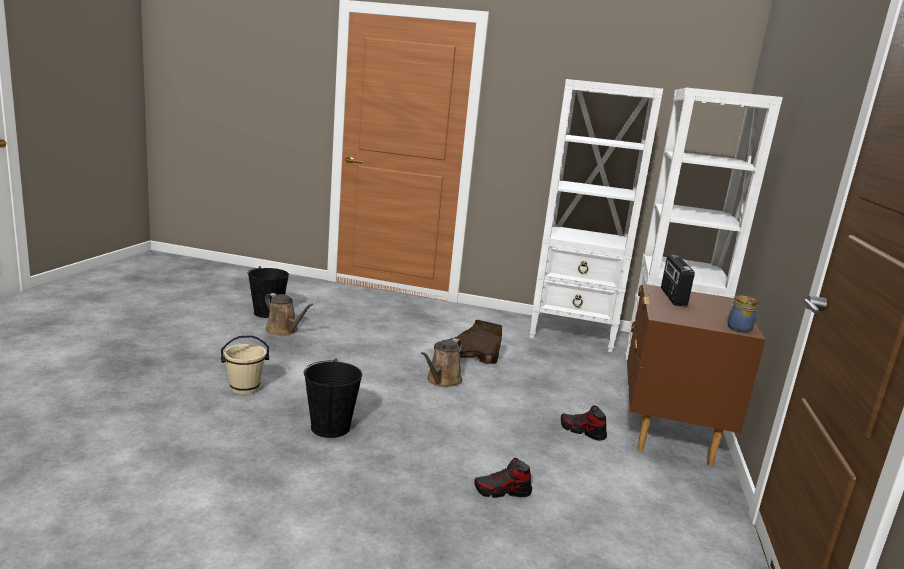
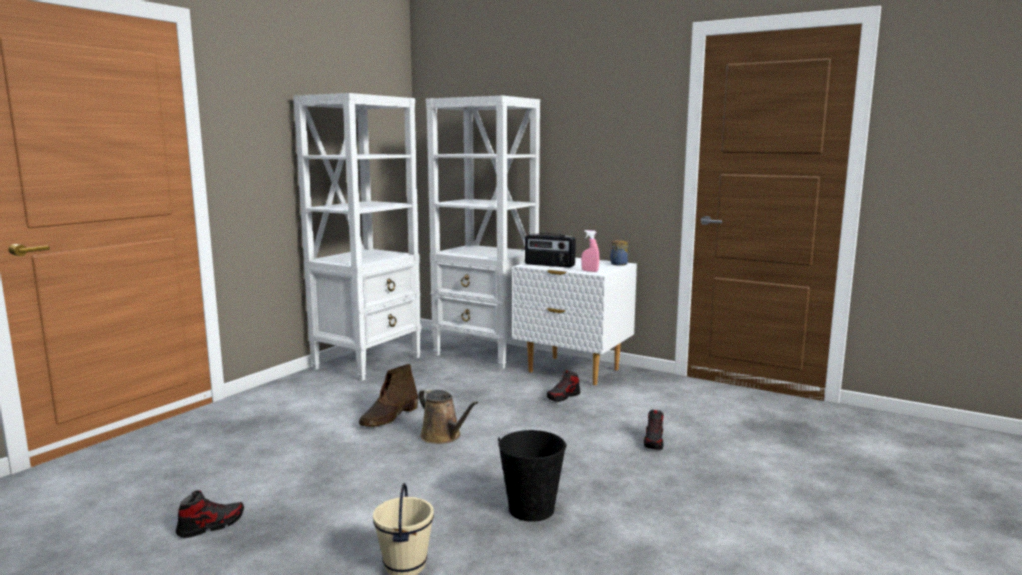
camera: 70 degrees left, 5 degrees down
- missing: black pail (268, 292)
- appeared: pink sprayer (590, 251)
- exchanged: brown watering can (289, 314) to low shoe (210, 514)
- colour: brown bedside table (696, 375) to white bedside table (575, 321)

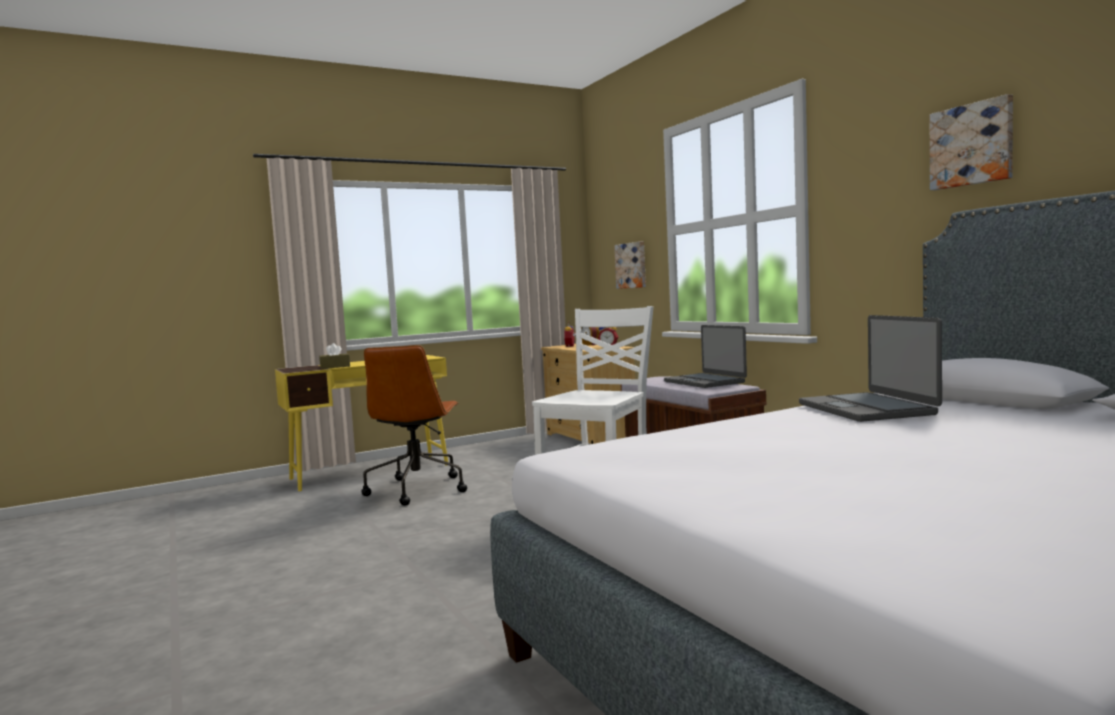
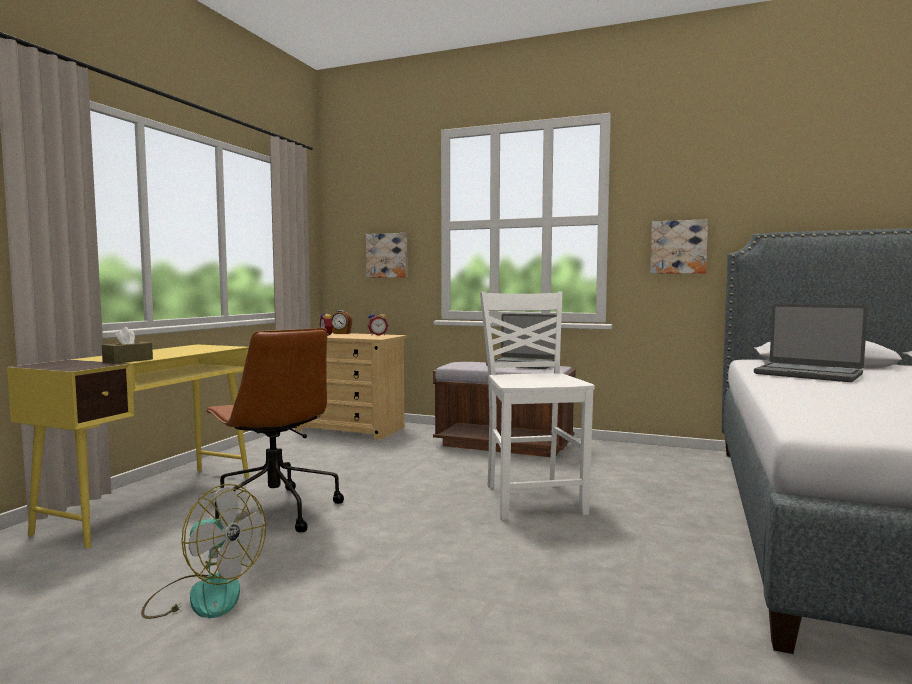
camera: 40 degrees left, 0 degrees up
- appeared: cooling fan (203, 551)
- relocated: wall art (971, 142) to (679, 246)

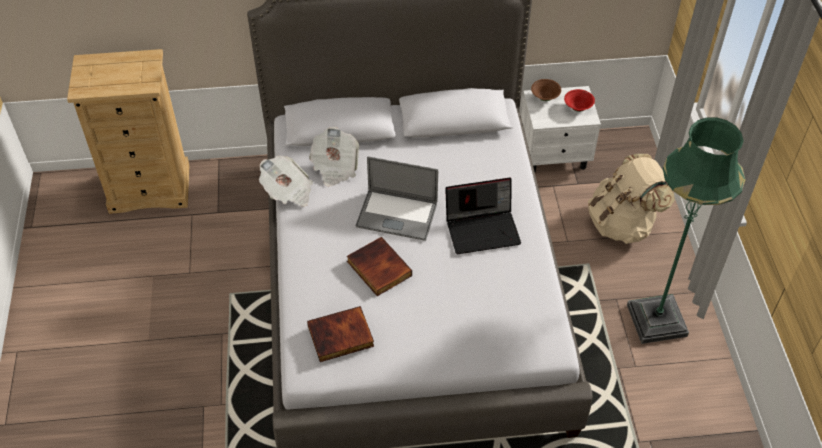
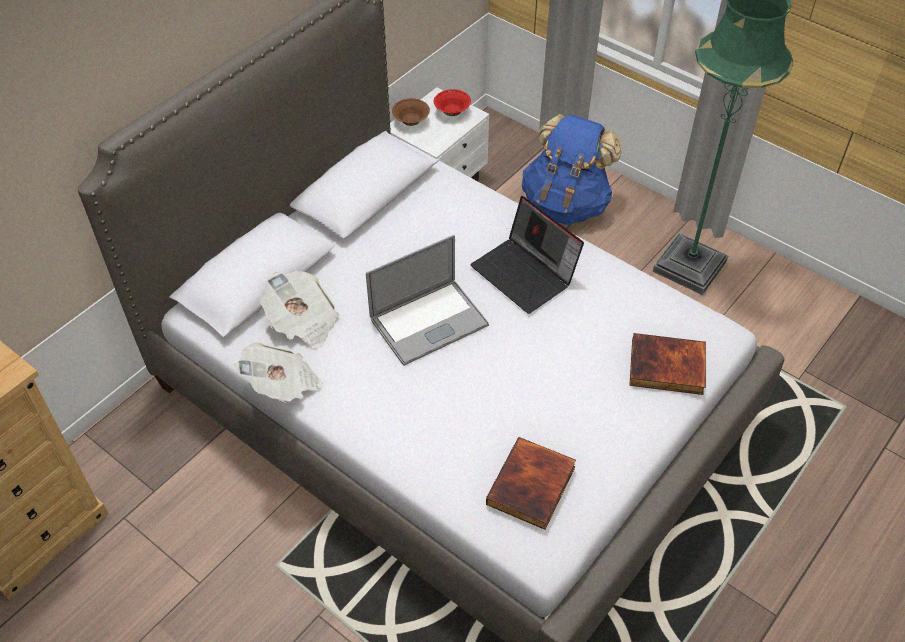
camera: 45 degrees left, 0 degrees up
- relocated: bound book (379, 266) to (667, 364)
- colour: beige rucksack (631, 199) to blue rucksack (572, 169)
- spun: portable computer (483, 216) = (527, 255) 105 degrees clockwise

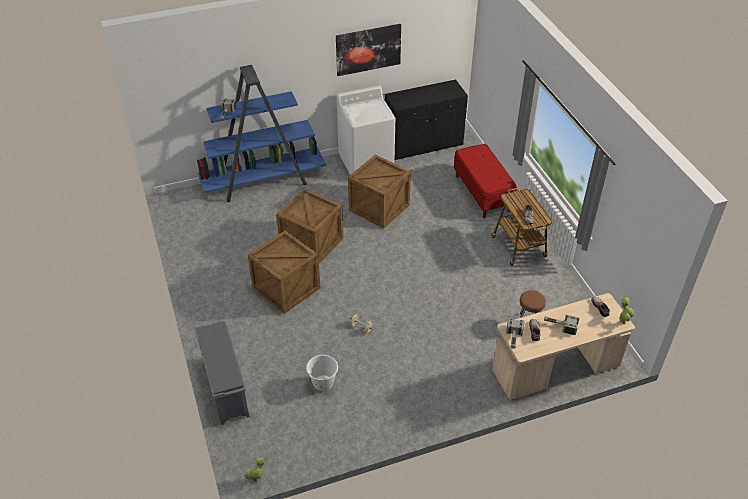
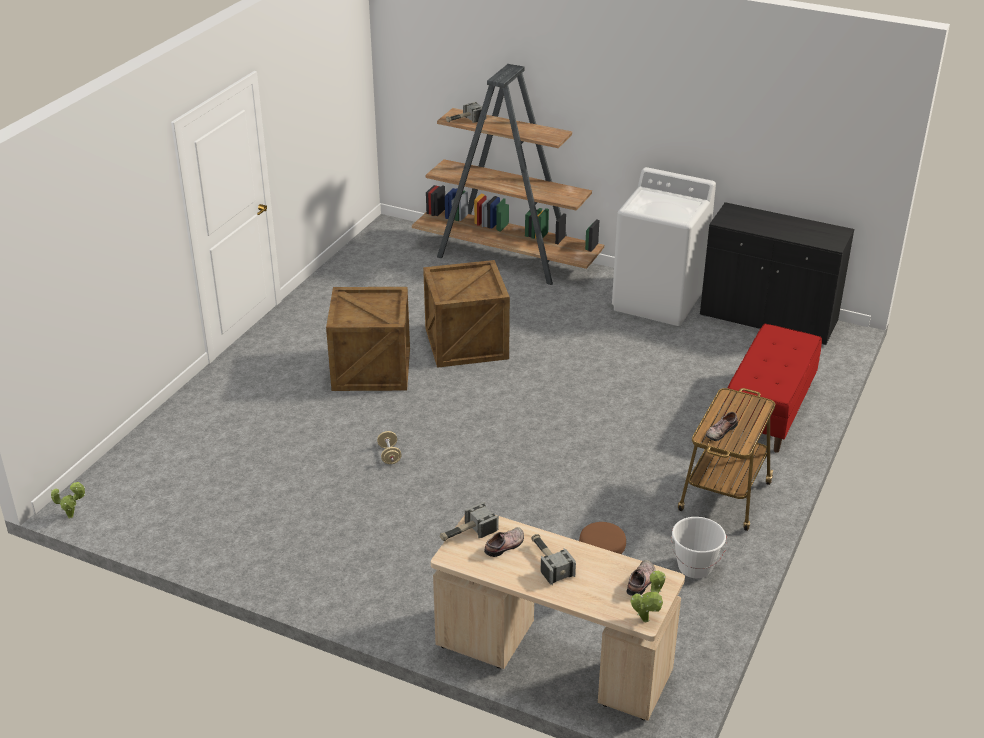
camera: 45 degrees right, 10 degrees down
- missing: grey shoe shelf (222, 373)
- missing: wall art (368, 50)
- missing: shipping crate (379, 192)
- relocated: white pail (322, 373) to (699, 547)
- colour: blue shelving unit (261, 134) to brown shelving unit (508, 174)

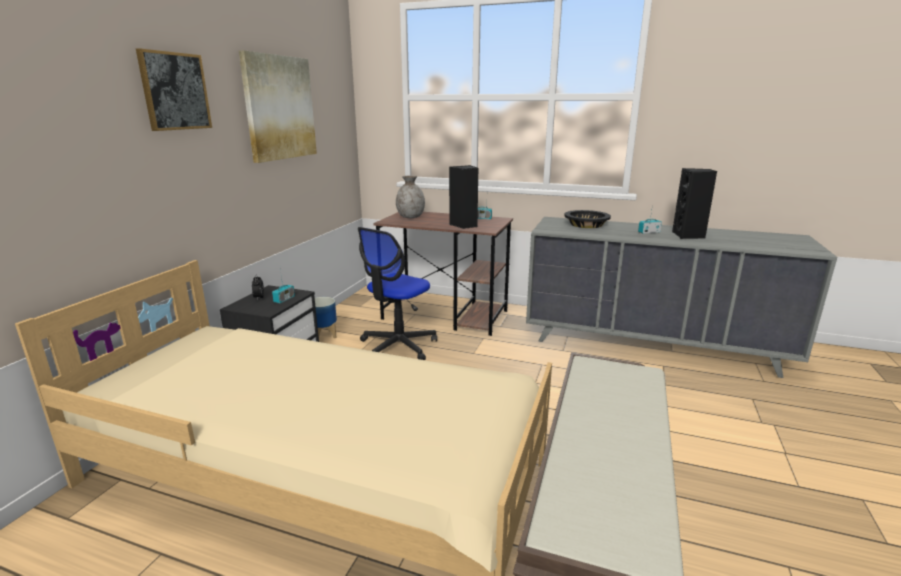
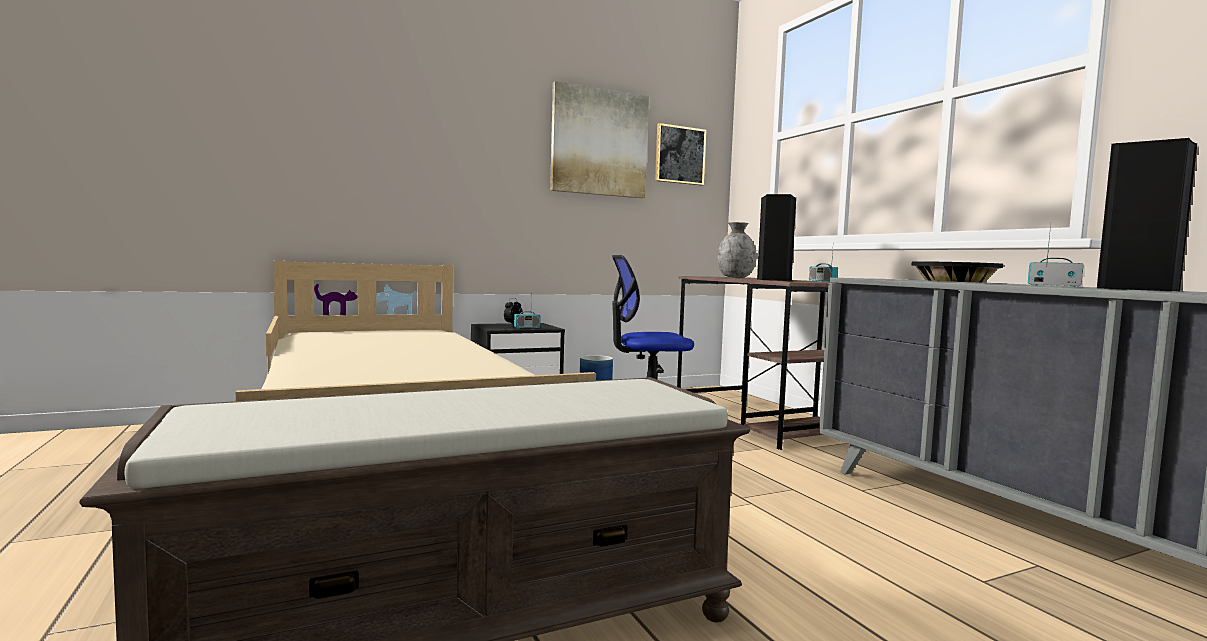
camera: 45 degrees right, 15 degrees down
- relocated: wall art (174, 89) to (680, 154)

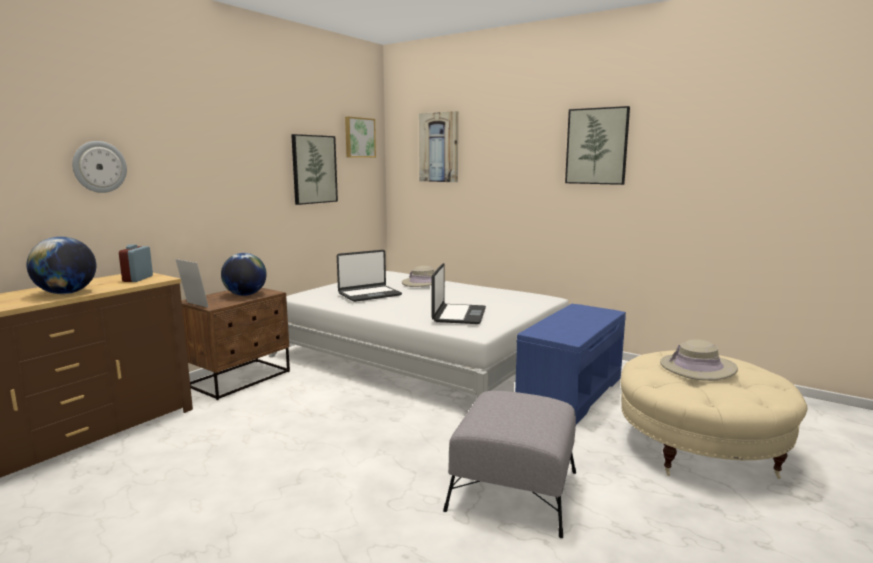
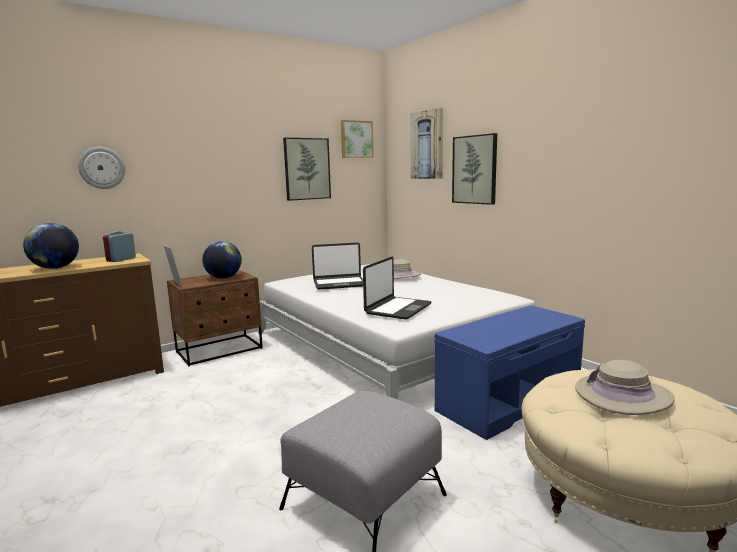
camera: 20 degrees right, 0 degrees up
- relocated: wall art (597, 145) to (474, 169)

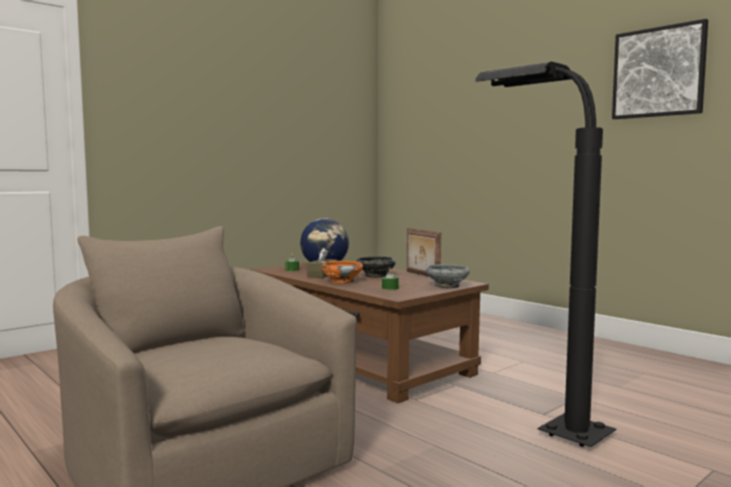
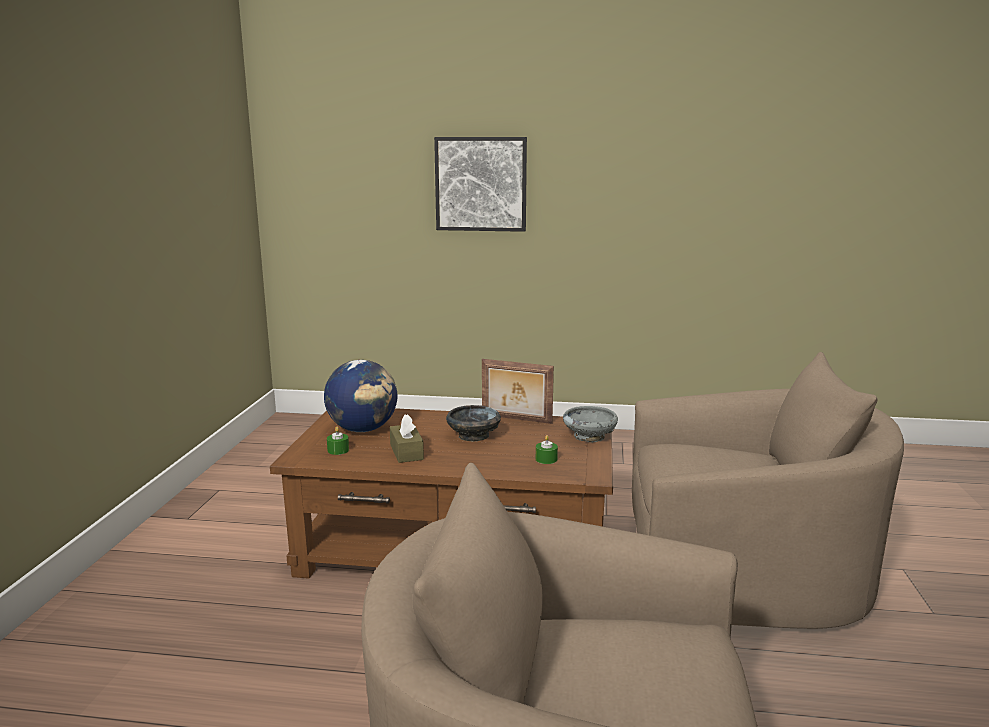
camera: 40 degrees left, 10 degrees up
- missing: orange bowl (342, 272)
- relocated: wall art (660, 69) to (480, 184)
- exchanged: black standing lamp (546, 254) to beige easy chair (768, 490)

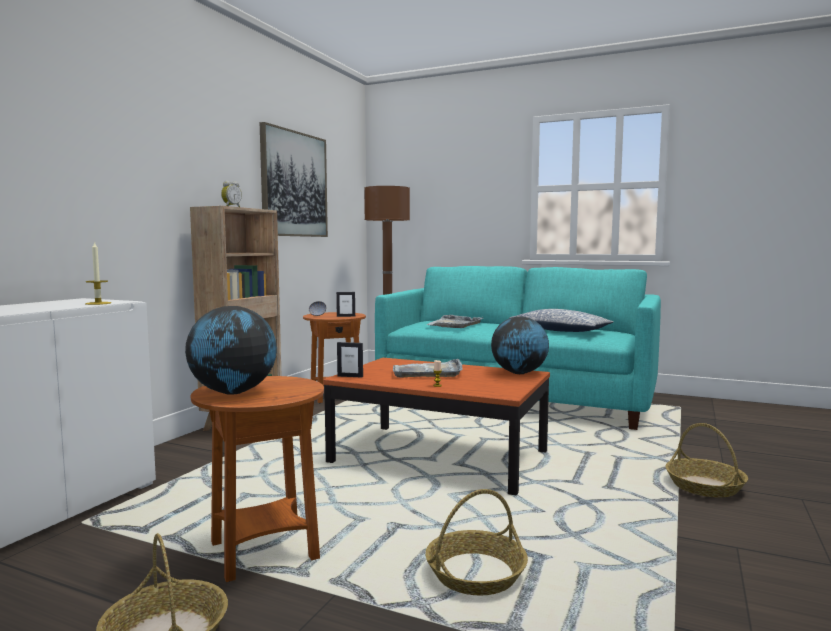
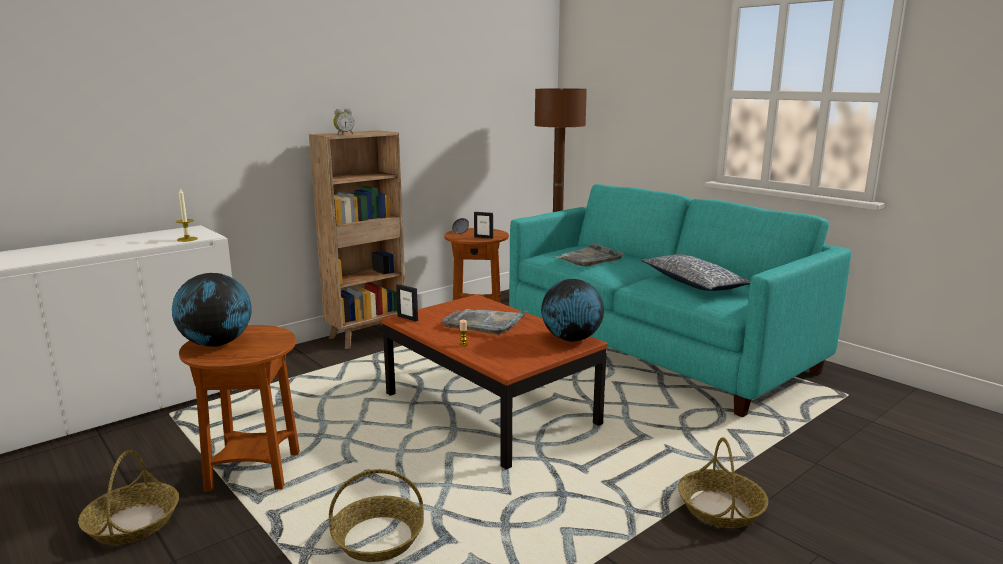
camera: 25 degrees right, 10 degrees up
- missing: wall art (294, 179)

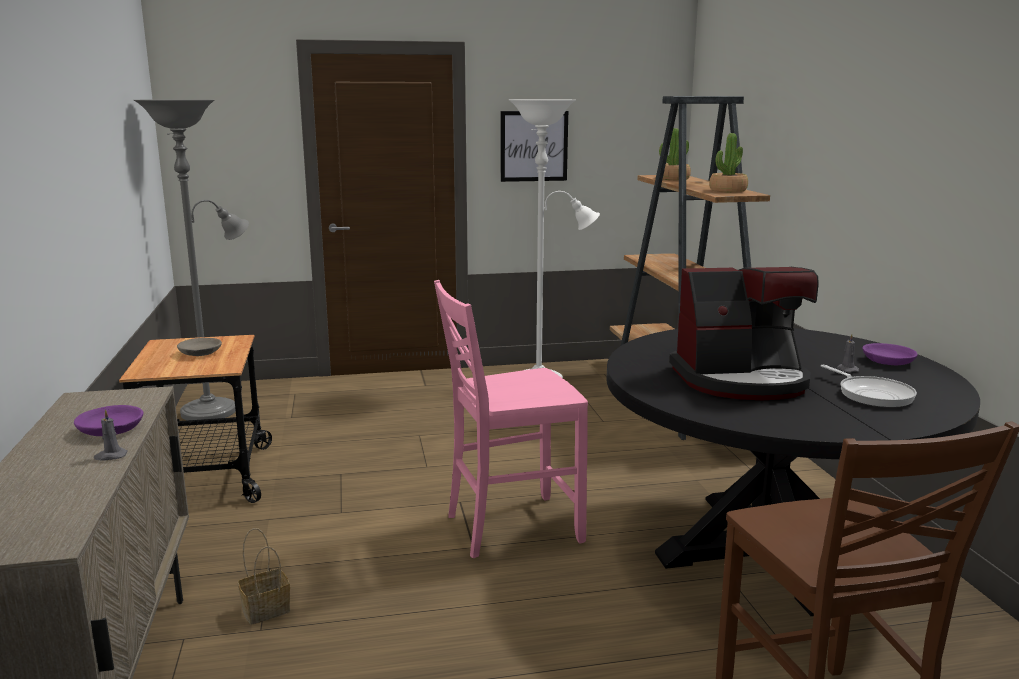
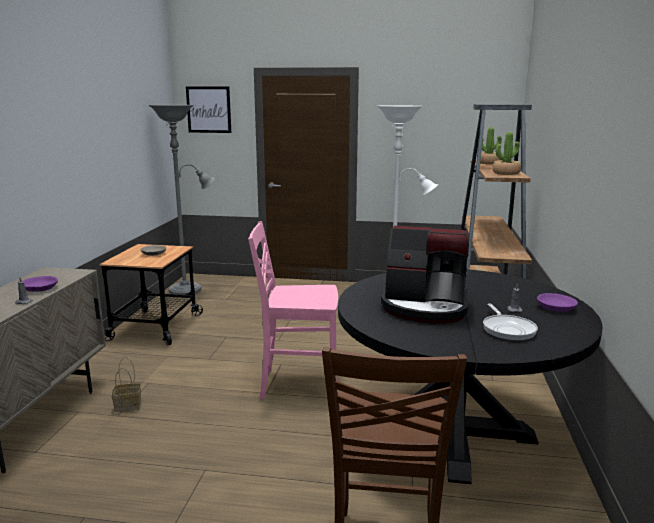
camera: 20 degrees right, 0 degrees up
- relocated: wall art (534, 146) to (208, 109)

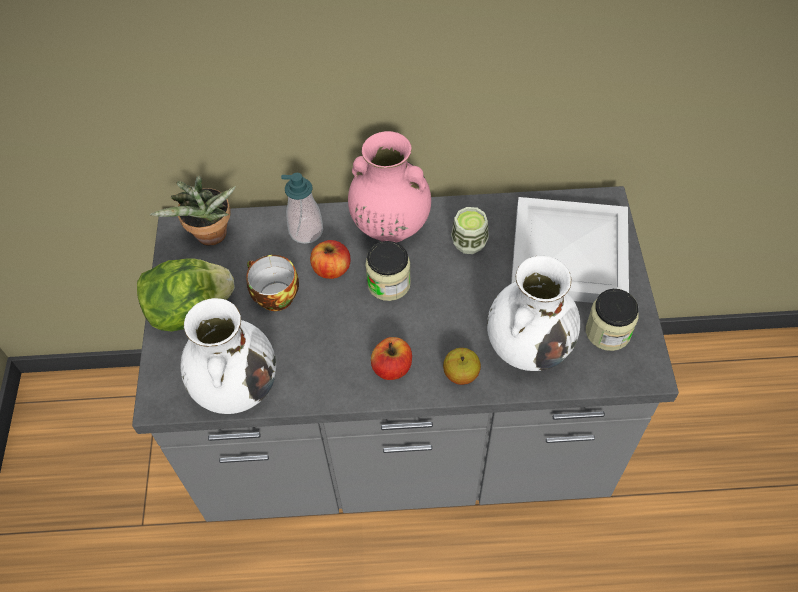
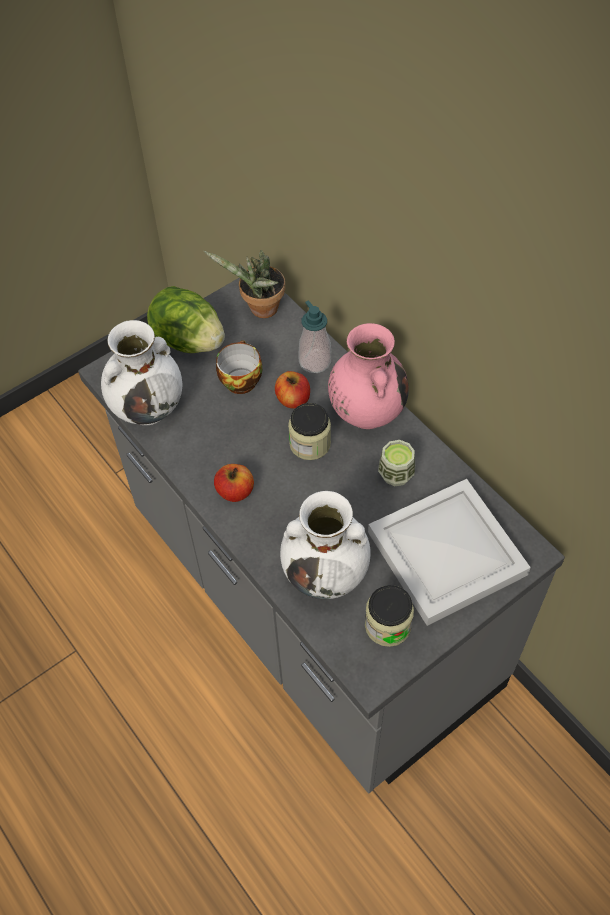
camera: 55 degrees right, 0 degrees up
- missing: whole apple (462, 366)

